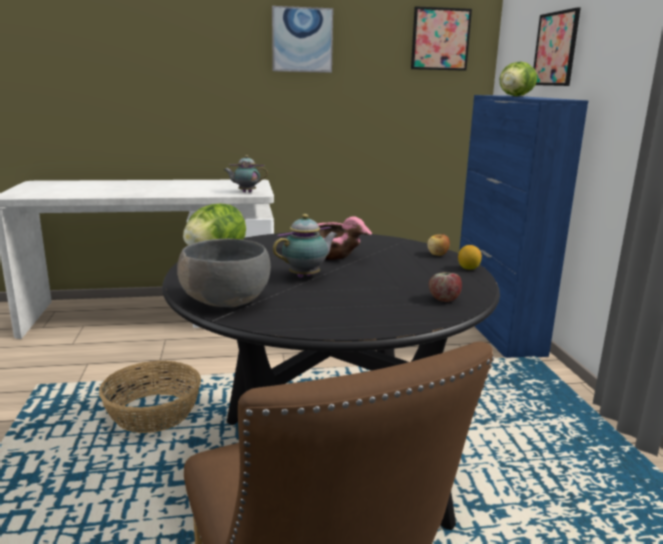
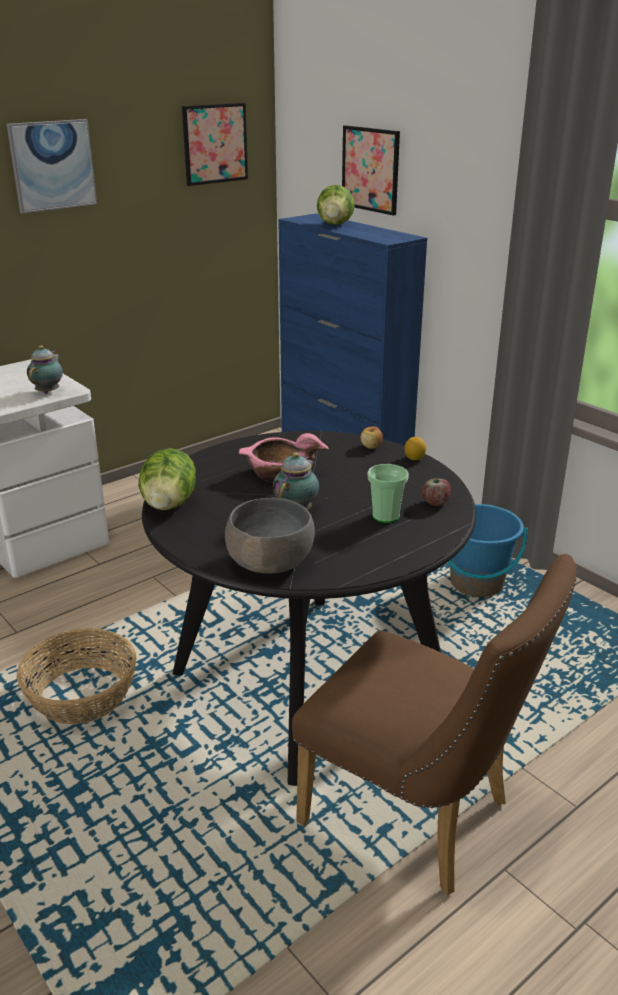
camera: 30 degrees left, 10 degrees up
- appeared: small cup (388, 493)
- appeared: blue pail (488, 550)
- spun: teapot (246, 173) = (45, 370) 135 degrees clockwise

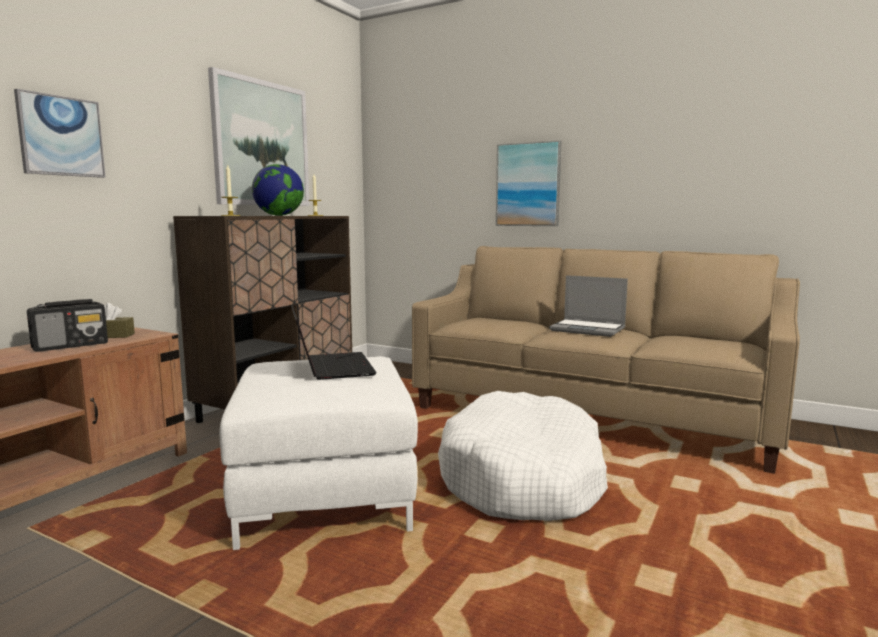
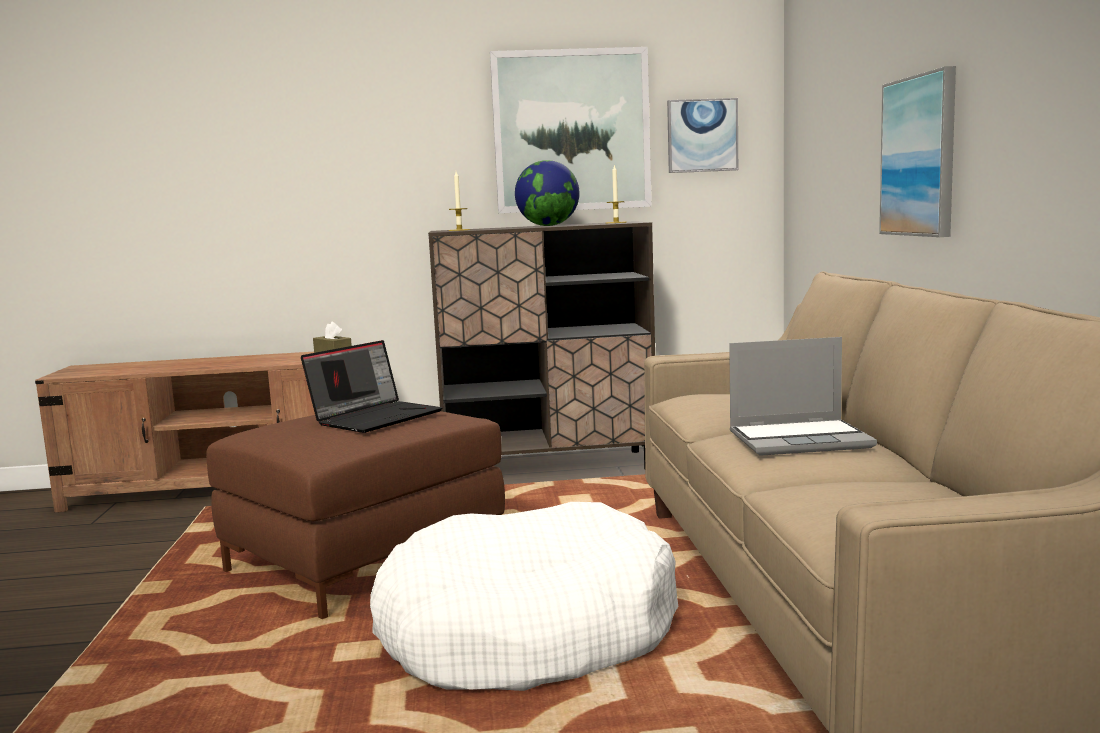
camera: 55 degrees right, 0 degrees up
- missing: radio set (67, 325)
- relocated: wall art (59, 133) to (702, 135)
- colour: white footrest (318, 453) to brown footrest (355, 511)
- spun: portable computer (588, 306) = (803, 396) 90 degrees counterclockwise

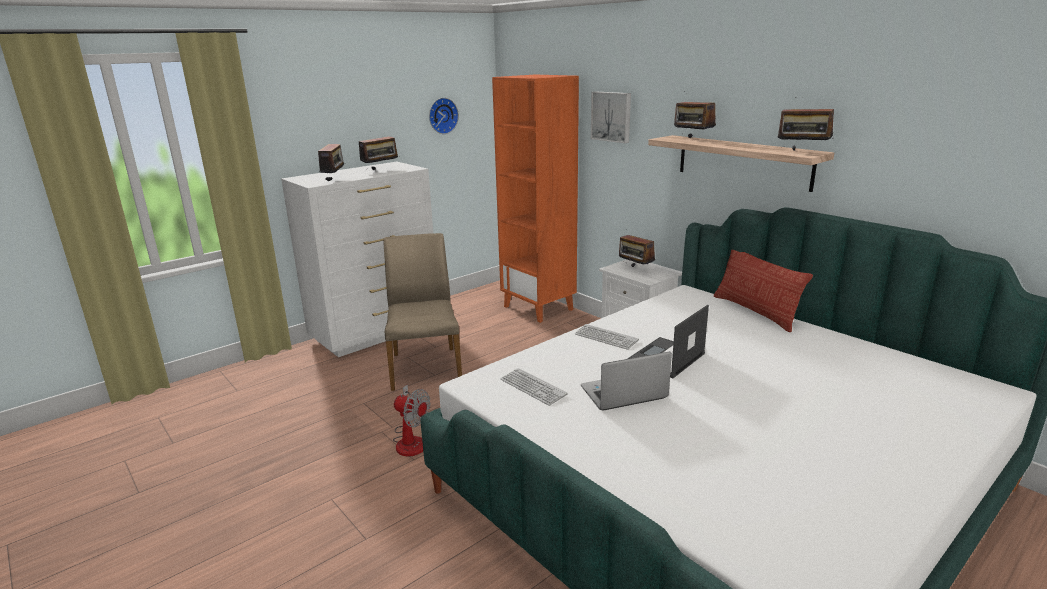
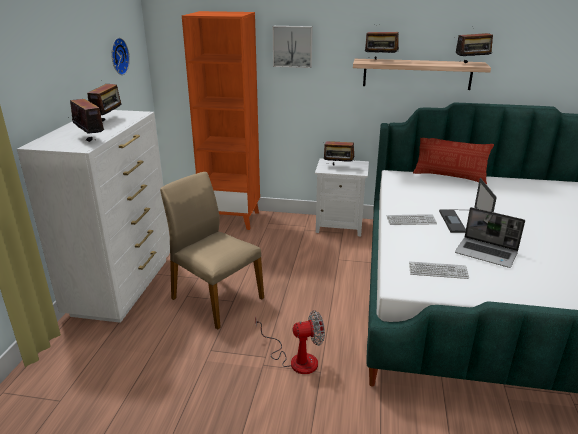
camera: 40 degrees left, 5 degrees up
- spun: portable computer (626, 381) = (490, 237) 90 degrees counterclockwise

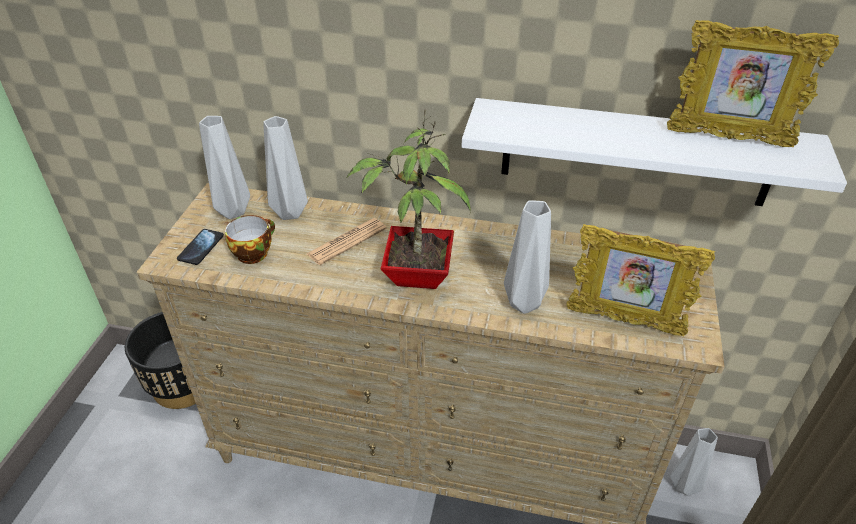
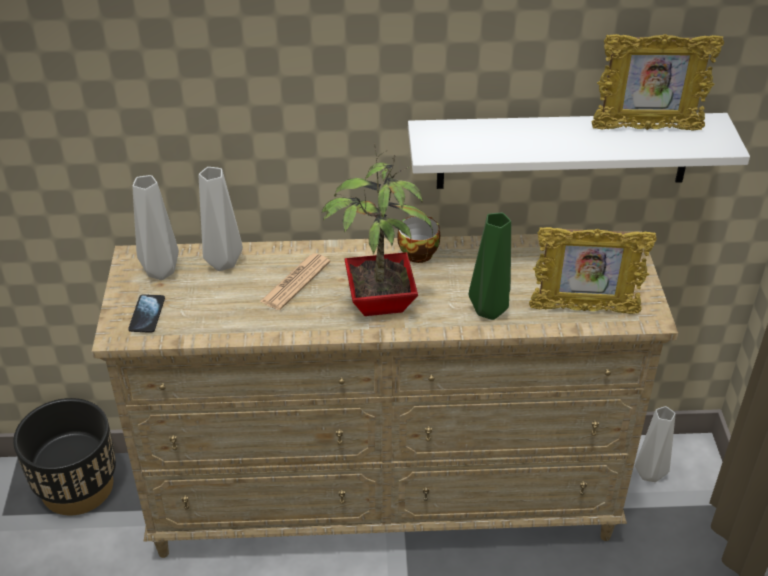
camera: 15 degrees left, 0 degrees up
- relocated: small cup (250, 239) to (418, 239)
- colour: grey decorative vase (527, 257) to greenish decorative vase (490, 266)

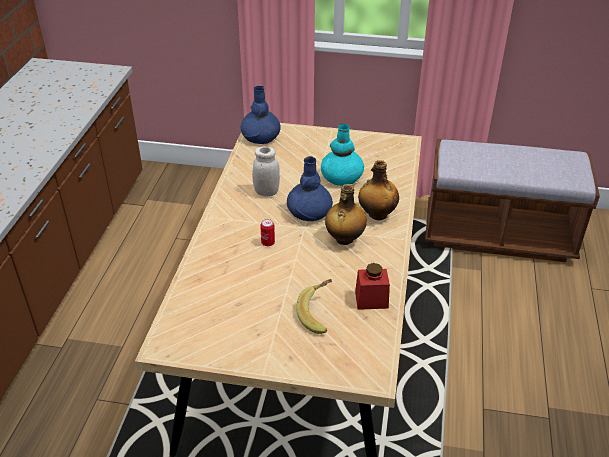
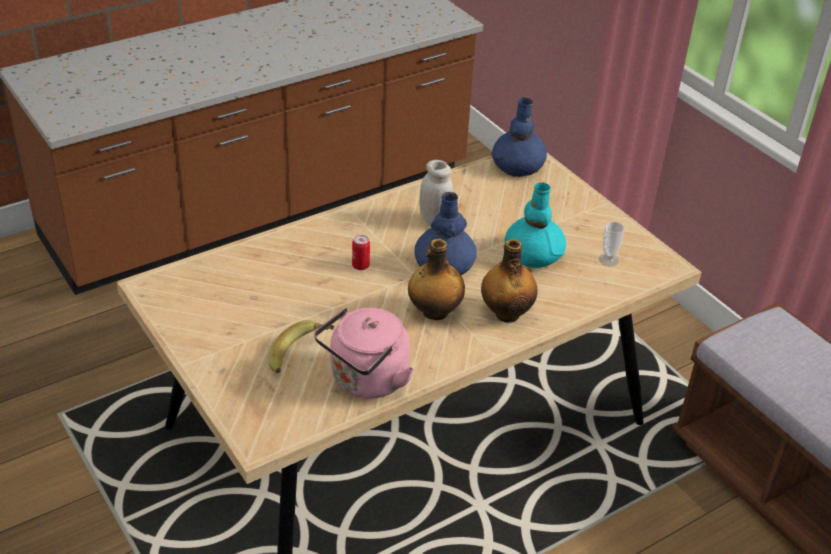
camera: 45 degrees right, 0 degrees up
- appeared: small cup (611, 244)
- exchanged: red-coloured storage jar (372, 286) to pink tea kettle (364, 353)

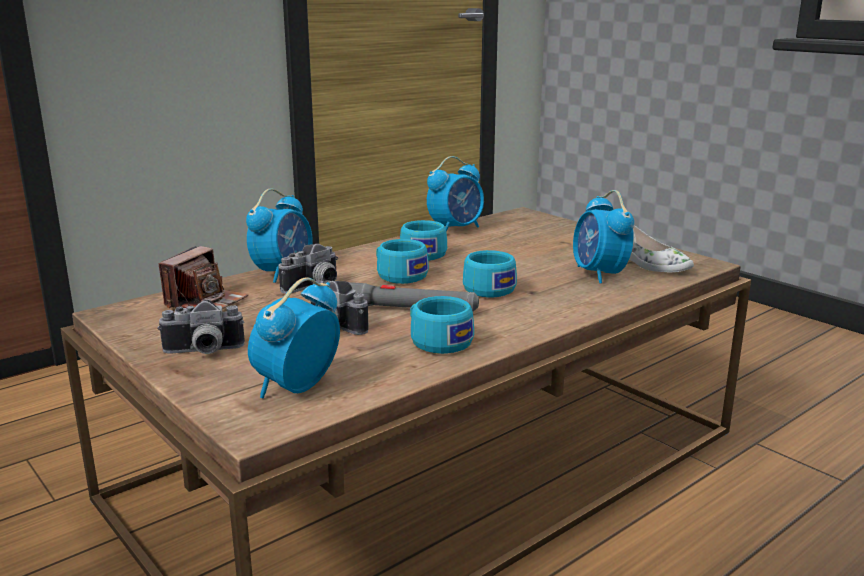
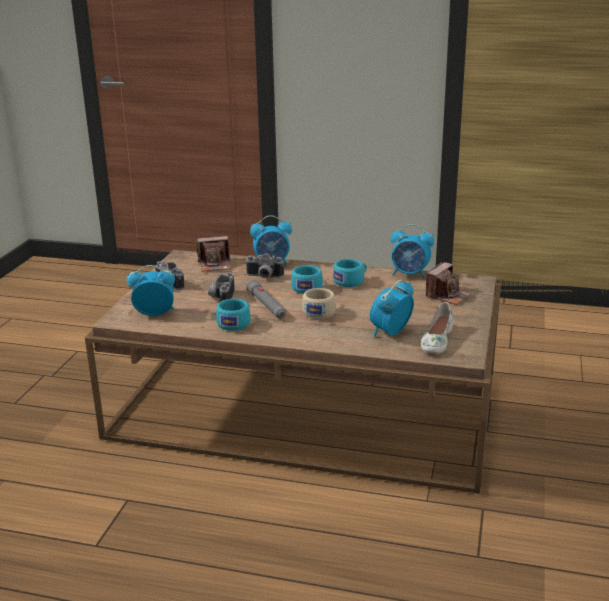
camera: 55 degrees right, 5 degrees up
- appeared: photo camera (448, 283)
- colour: blue-green small cup (490, 274) to beige small cup (319, 303)

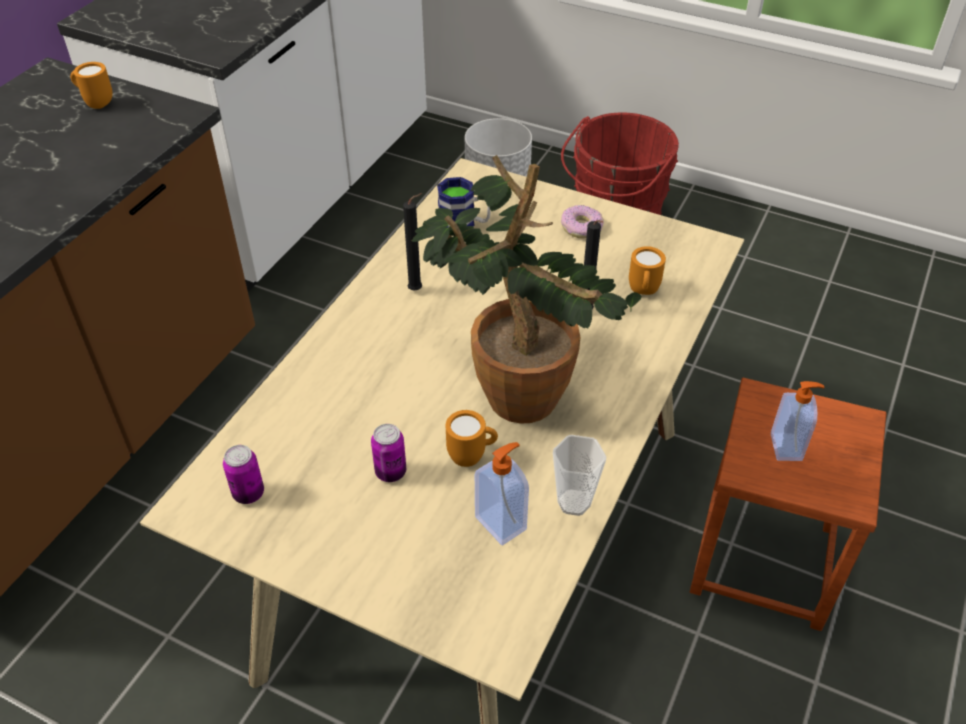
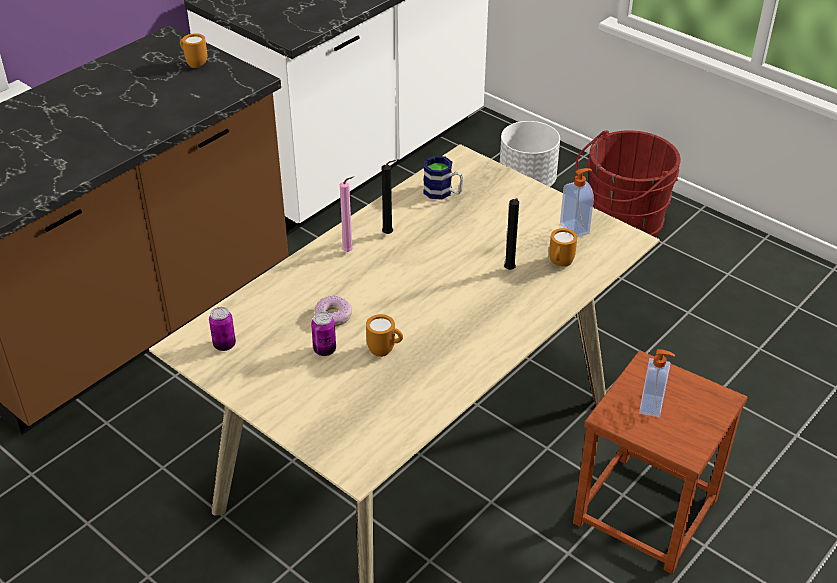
camera: 15 degrees right, 5 degrees down
- missing: houseplant (527, 289)
- missing: small cup (579, 475)
- appeared: pink candle (347, 214)
- relocated: liquid soap bottle (502, 493) to (577, 202)
- relocated: donut (582, 222) to (333, 311)

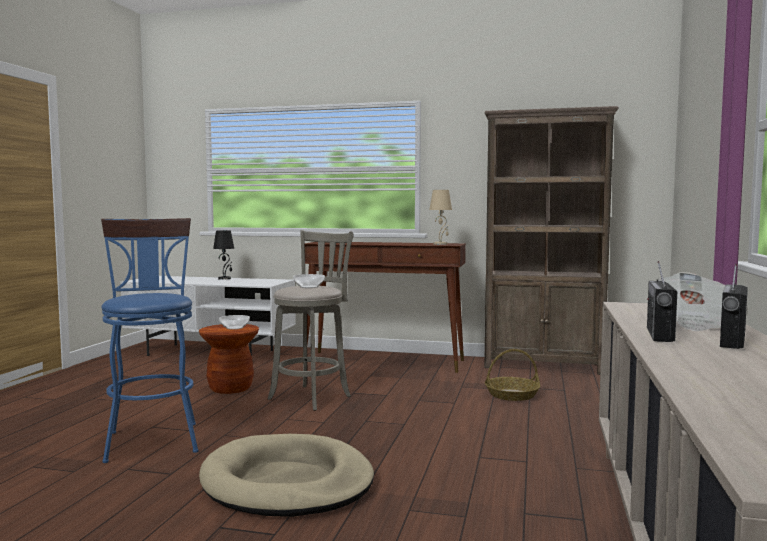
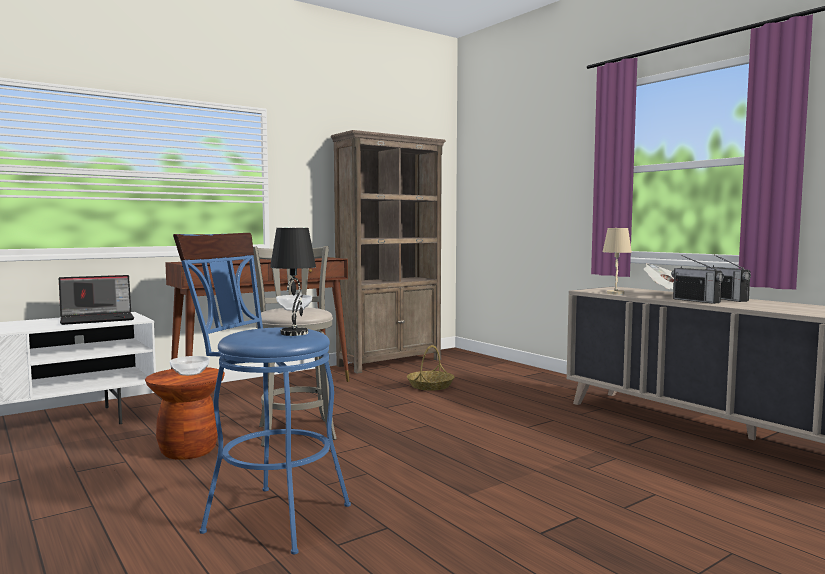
camera: 50 degrees left, 0 degrees up
- missing: beige dog bed (286, 475)
- appeared: portable computer (96, 300)
- relocated: black lamp for a table (223, 255) to (293, 282)
- relocated: beige lamp for a table (440, 217) to (617, 261)

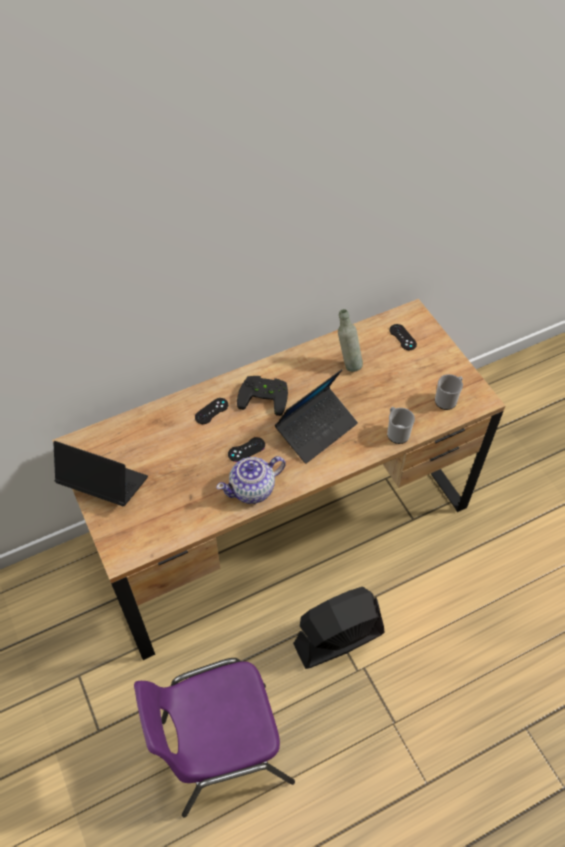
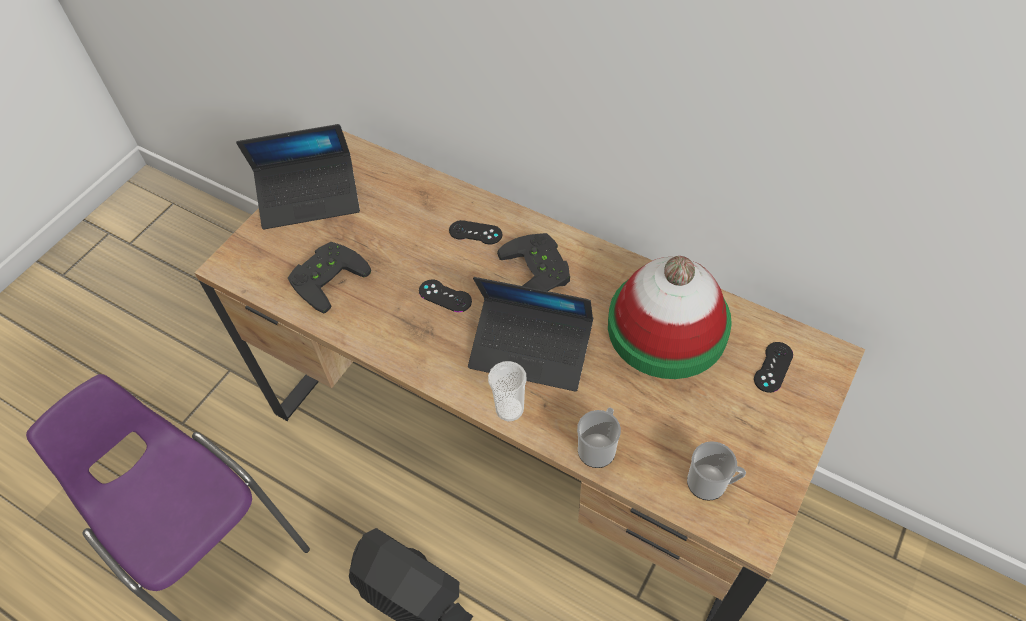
camera: 60 degrees right, 0 degrees up
- missing: teapot (250, 480)
- appeared: black joypad (329, 277)
- appeared: small cup (507, 391)
- exchanged: grey beverage bottle (350, 340) to wearable hat (670, 317)
- spun: portable computer (100, 473) = (298, 176) 90 degrees clockwise

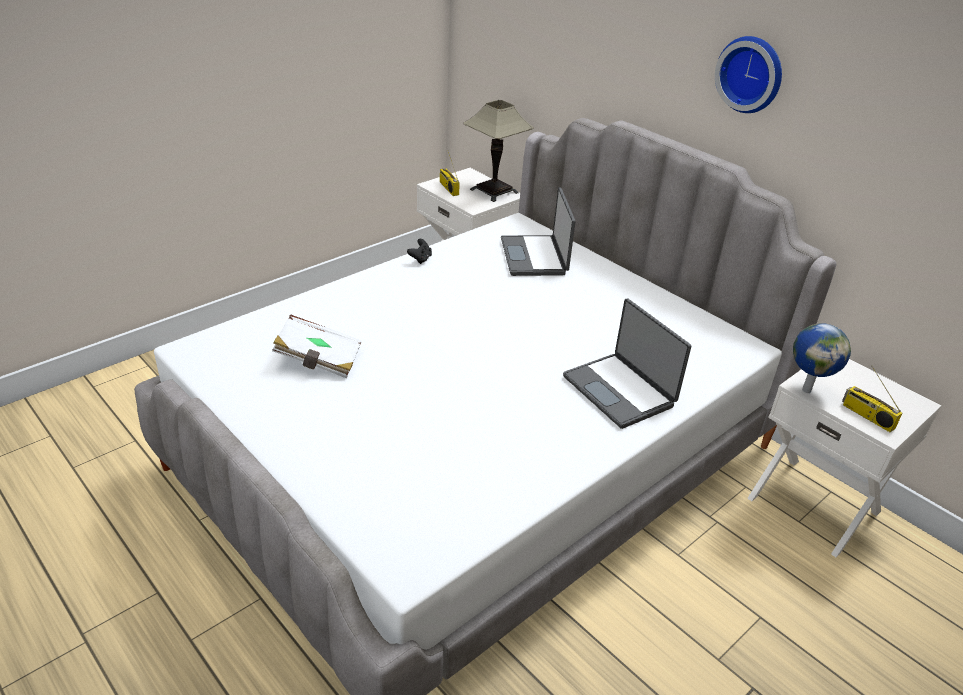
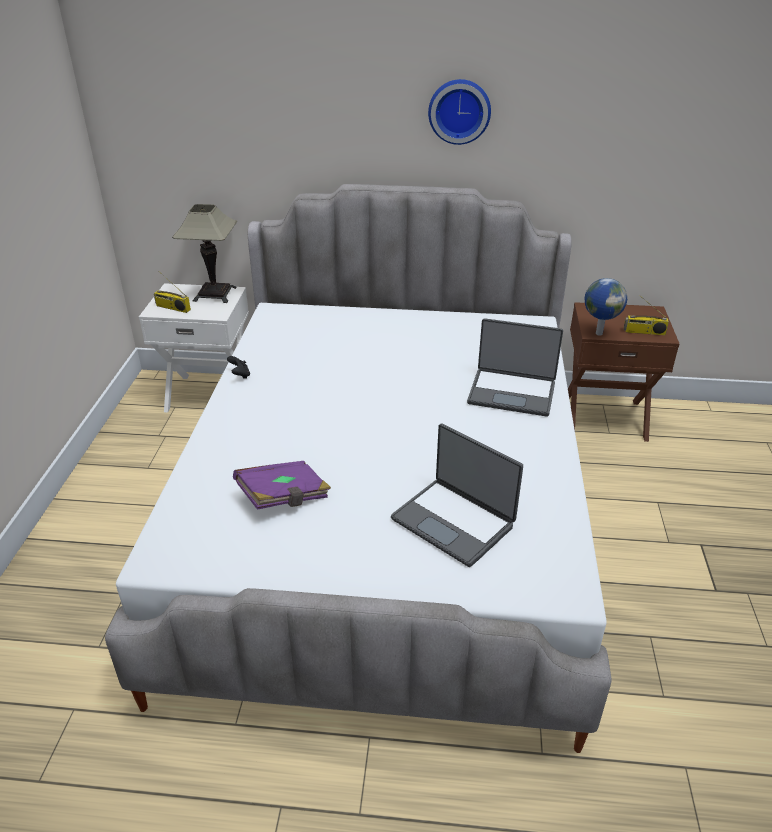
camera: 40 degrees left, 0 degrees up
- relocated: portable computer (538, 231) to (457, 495)
- colour: white bound book (317, 346) to purple bound book (282, 485)
- colour: white bedside table (844, 458) to brown bedside table (623, 372)

